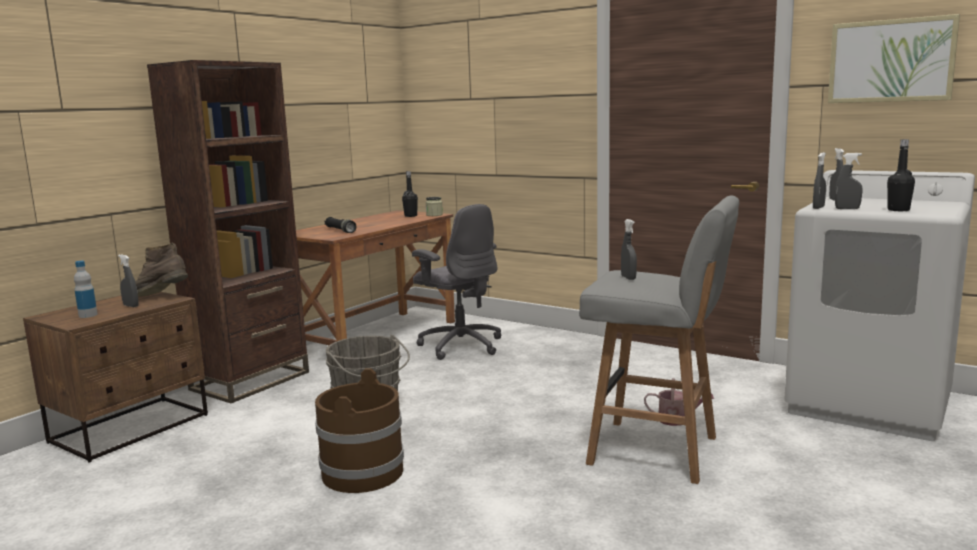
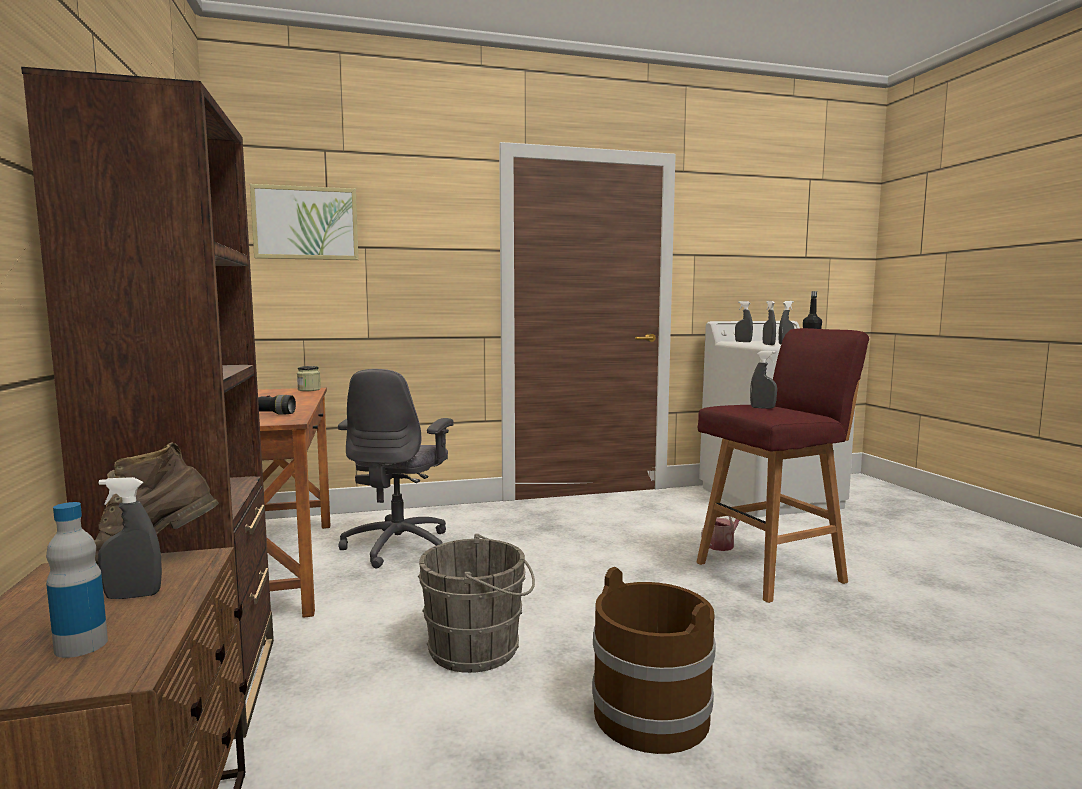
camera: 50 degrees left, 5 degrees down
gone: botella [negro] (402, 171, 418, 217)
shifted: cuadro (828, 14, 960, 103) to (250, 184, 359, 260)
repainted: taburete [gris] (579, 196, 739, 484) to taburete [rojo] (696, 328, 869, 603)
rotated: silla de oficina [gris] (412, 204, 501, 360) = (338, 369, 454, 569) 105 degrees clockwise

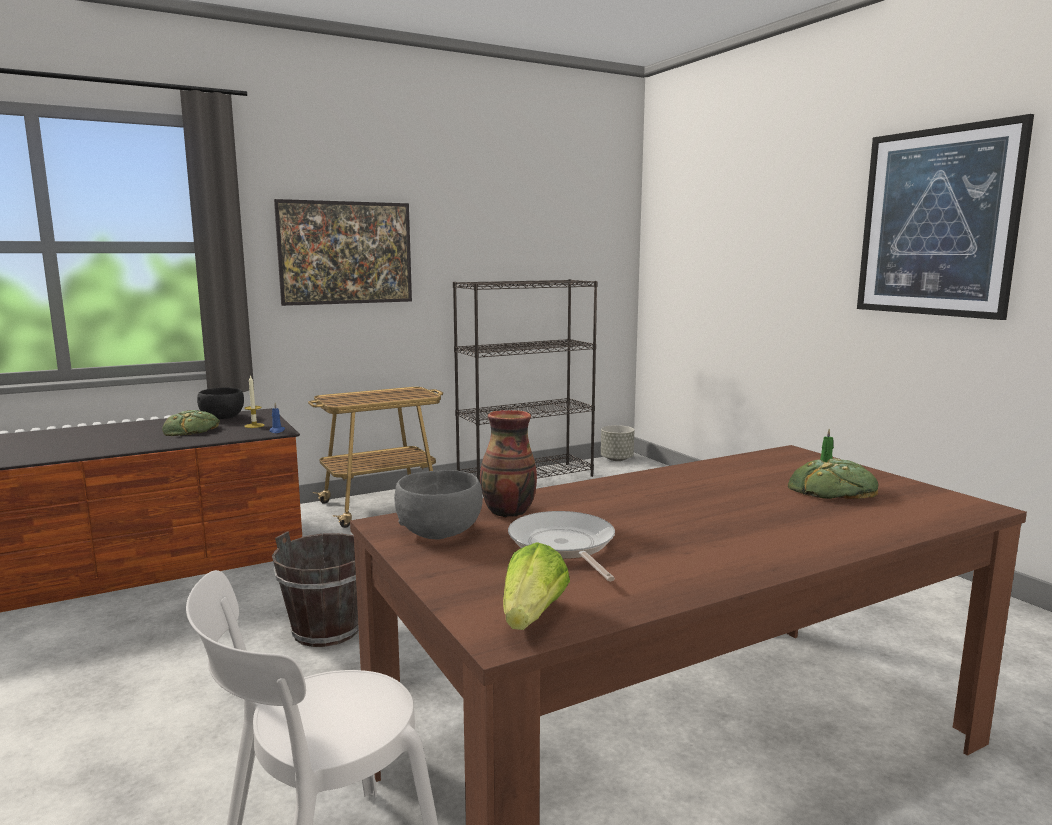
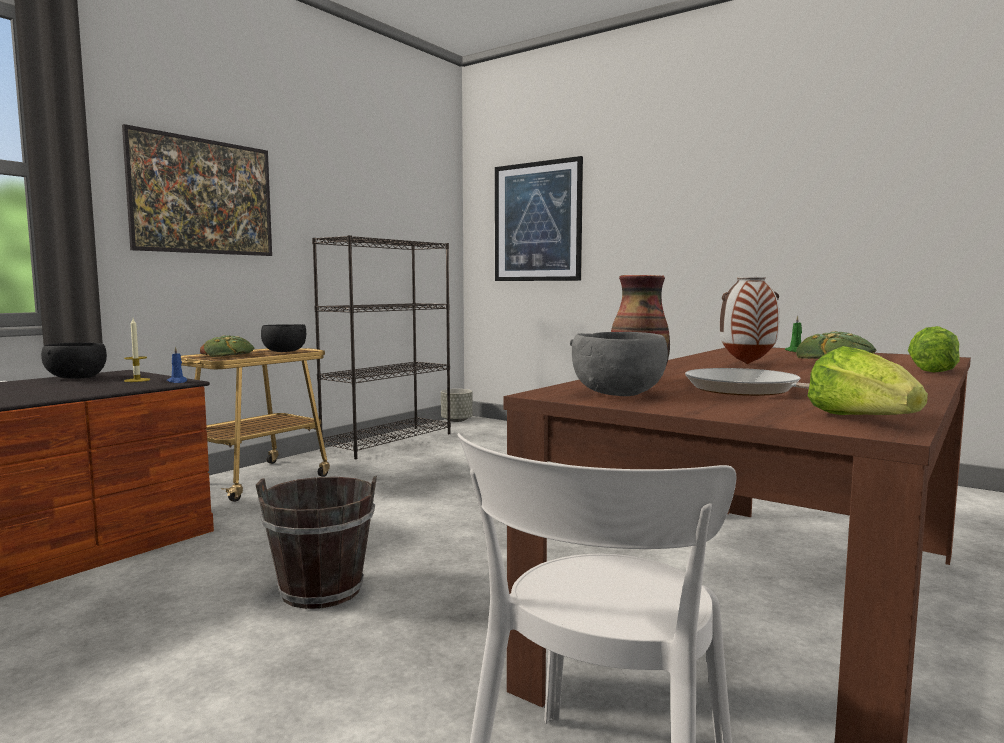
camera: 25 degrees left, 5 degrees down
new: cuenco [negro] (261, 324, 306, 352); florero (720, 277, 780, 364); lechuga (908, 326, 960, 372)
shifted: pan (162, 410, 220, 436) to (200, 335, 254, 357); cuadro (857, 114, 1034, 320) to (495, 156, 583, 281)

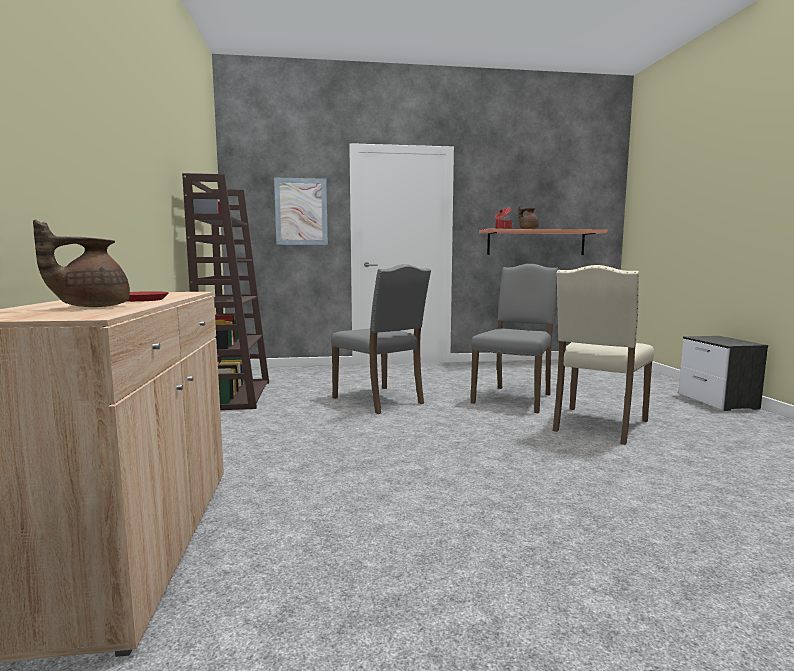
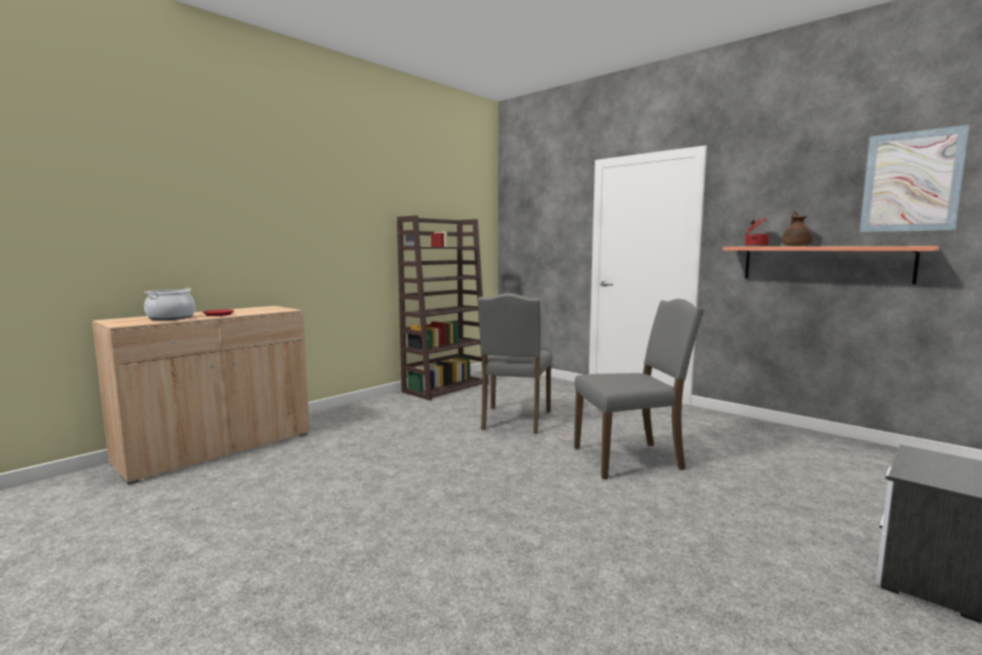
camera: 50 degrees right, 0 degrees up
gone: silla [beis] (553, 265, 654, 445)
shifted: cuadro (274, 178, 328, 245) to (860, 125, 970, 232)
swapped: tetera [marrón] (33, 219, 130, 307) to olla (144, 288, 195, 320)

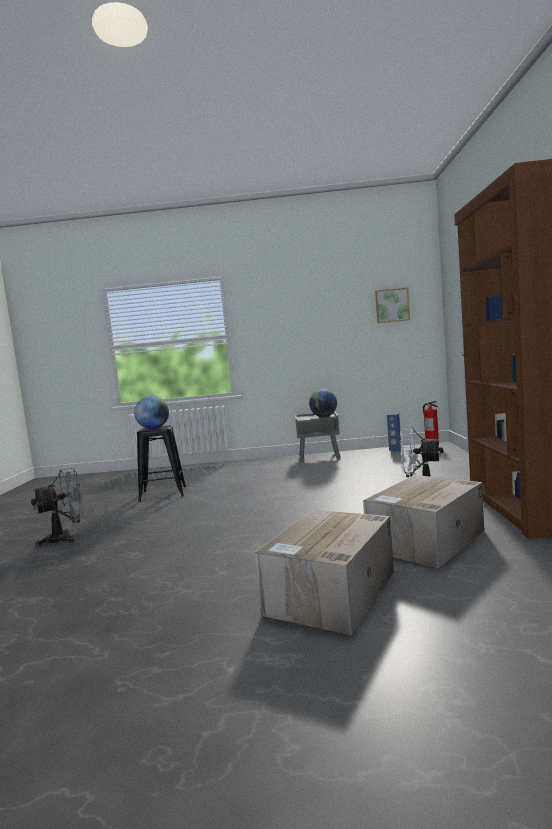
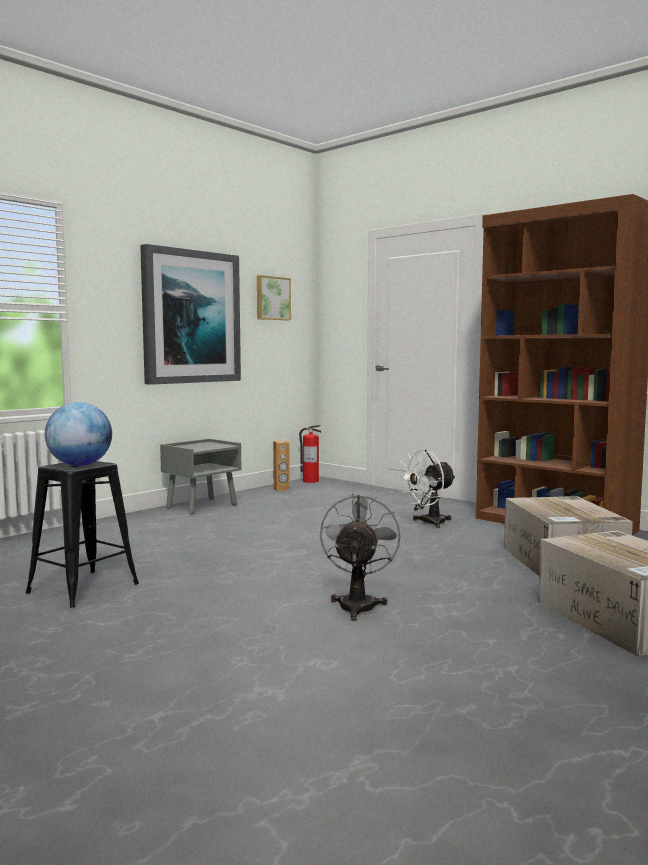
camera: 50 degrees left, 0 degrees up
gone: globo terráqueo (309, 389, 337, 417)
new: cuadro (140, 244, 241, 385)
shifted: ventilador [gris] (31, 468, 84, 546) to (320, 494, 401, 621)
repainted: altavoz [azul] (387, 413, 401, 451) to altavoz [marrón] (273, 441, 290, 491)

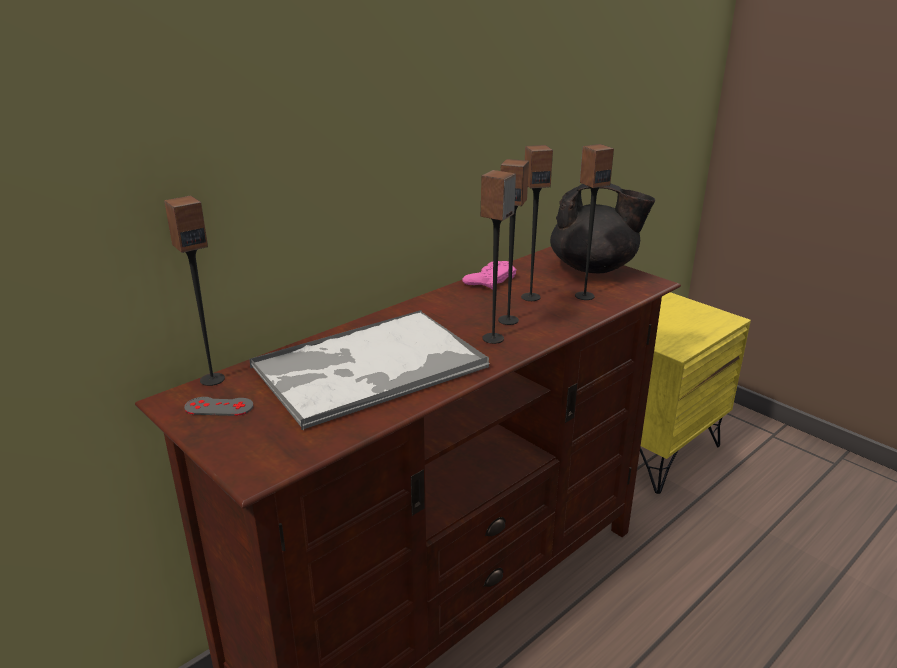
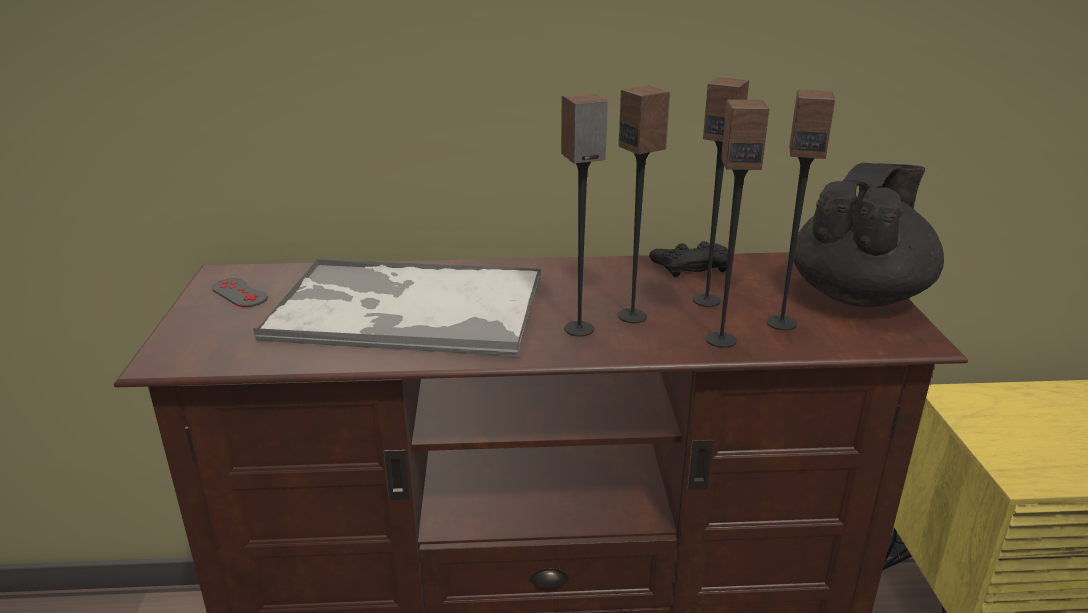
camera: 40 degrees right, 0 degrees up
shifted: altavoz (164, 196, 225, 386) to (706, 99, 769, 348)
repainted: mando de consola [rosa] (462, 261, 517, 290) to mando de consola [negro] (649, 241, 728, 277)
rotated: tetera [negro] (550, 183, 655, 273) = (794, 163, 944, 307) 105 degrees counterclockwise

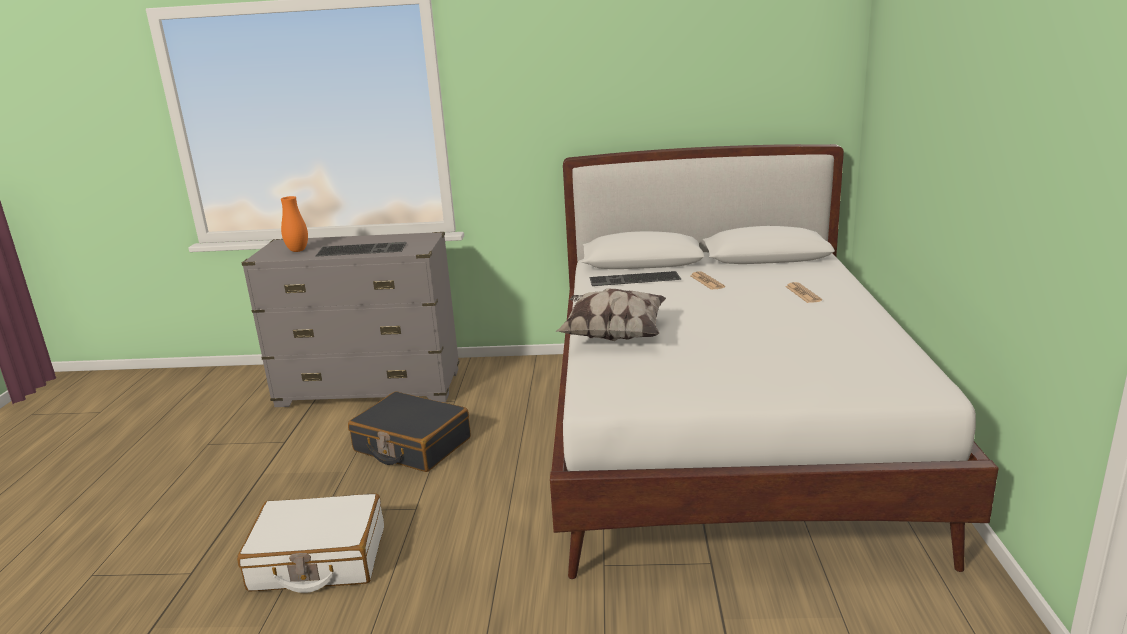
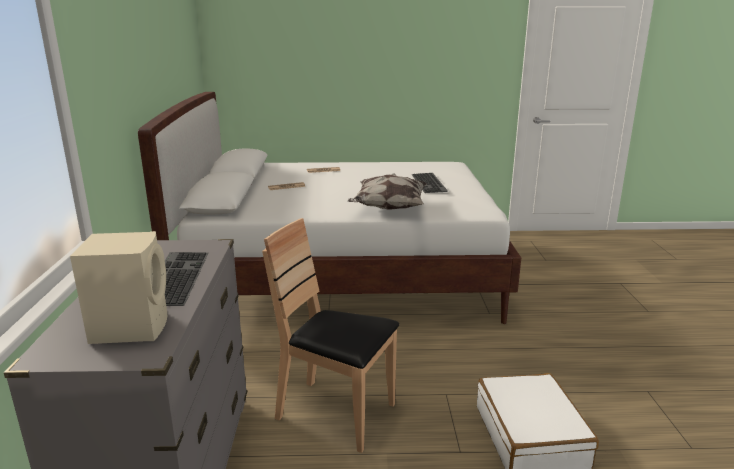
camera: 95 degrees left, 0 degrees up
shifted: teclado (590, 271, 681, 286) to (411, 173, 448, 193)
swapped: florero [naranja] (281, 196, 308, 252) to altavoz [beis] (70, 231, 167, 344); maleta [negro] (348, 391, 471, 472) to silla [marrón] (262, 218, 400, 453)

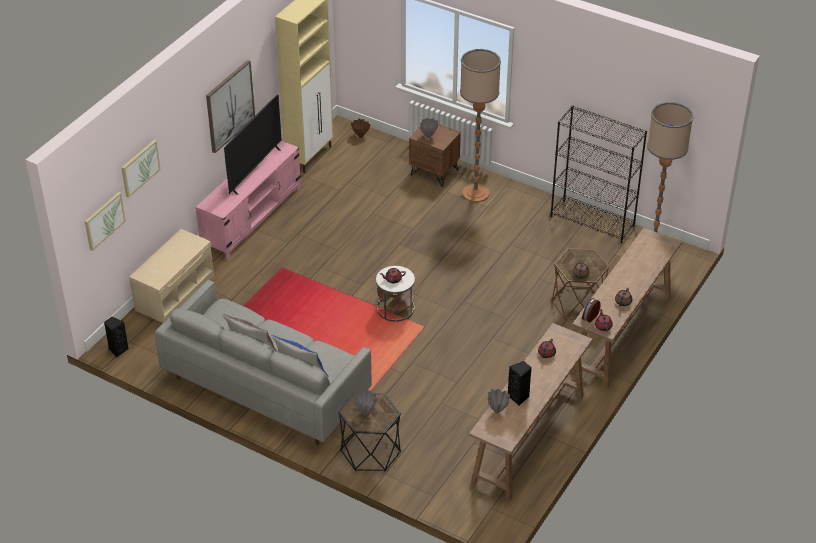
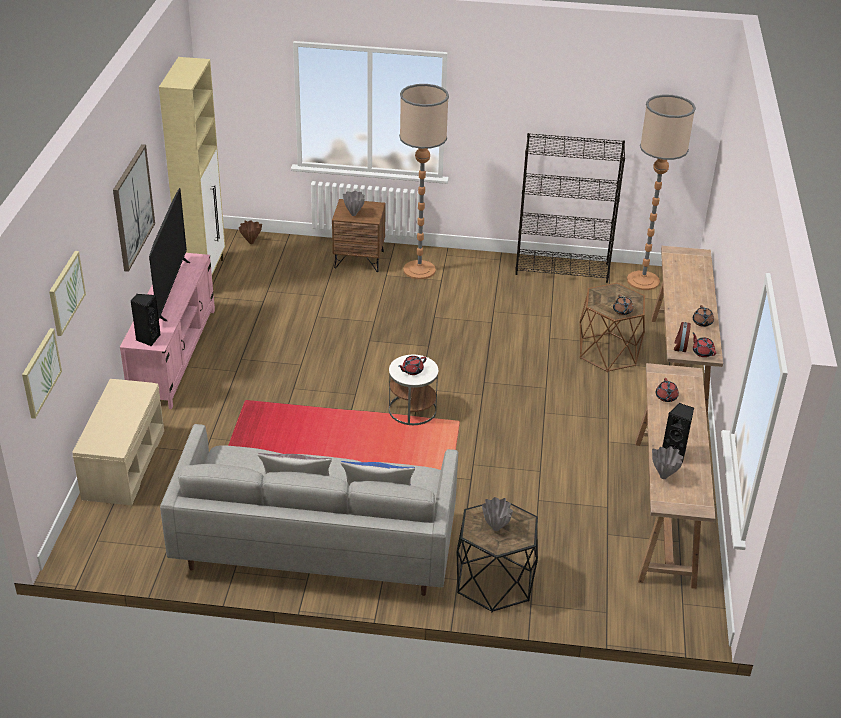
camera: 25 degrees left, 5 degrees down
shifted: altavoz [negro] (104, 317, 128, 358) to (131, 294, 161, 346)

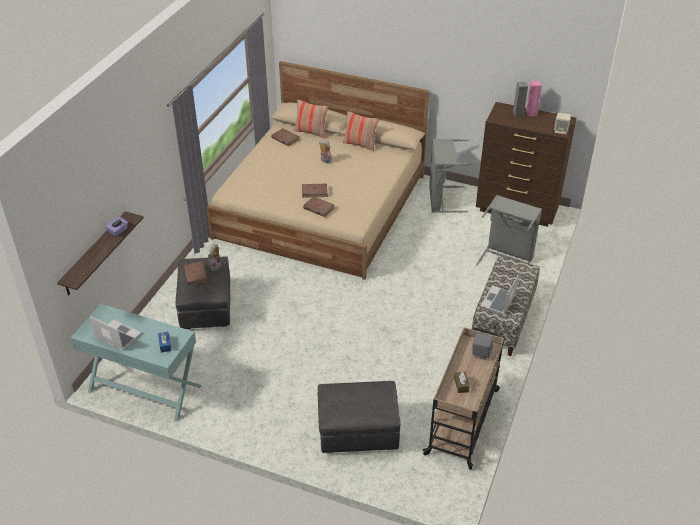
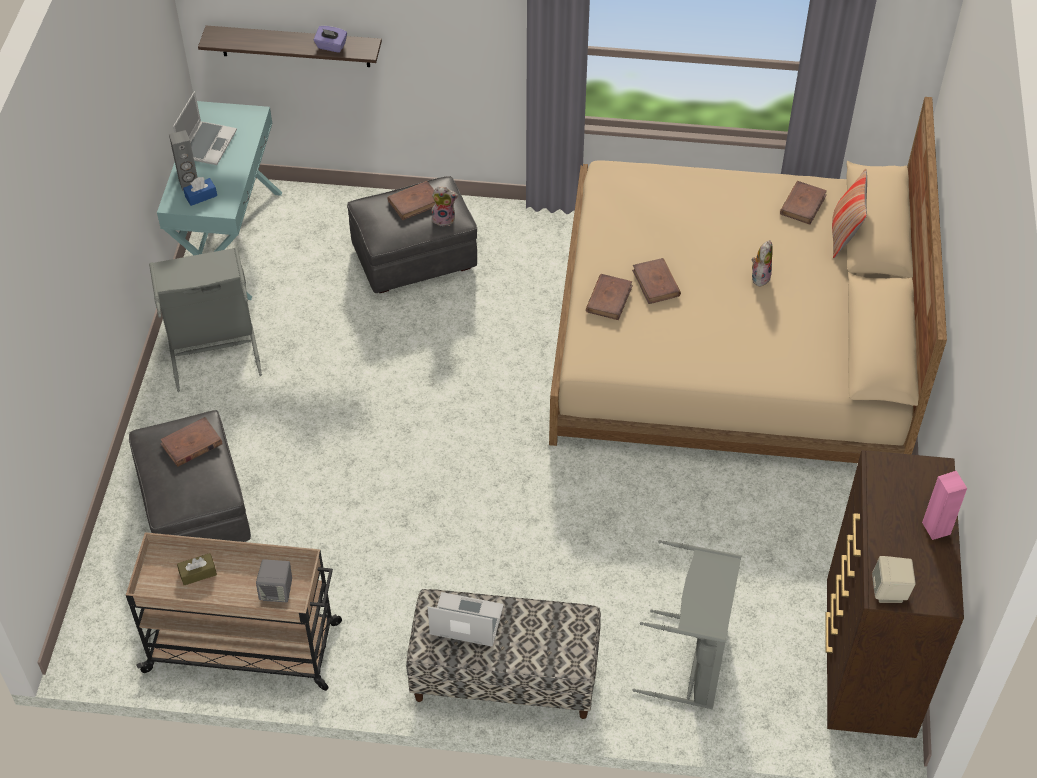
camera: 75 degrees right, 10 degrees up
gone: cojín (343, 111, 379, 151)
new: libro [marrón] (160, 417, 223, 467)
shifted: cesto de la ropa [gris] (429, 139, 473, 213) to (149, 247, 262, 392); altavoz [gris] (513, 82, 528, 117) to (169, 130, 198, 191)

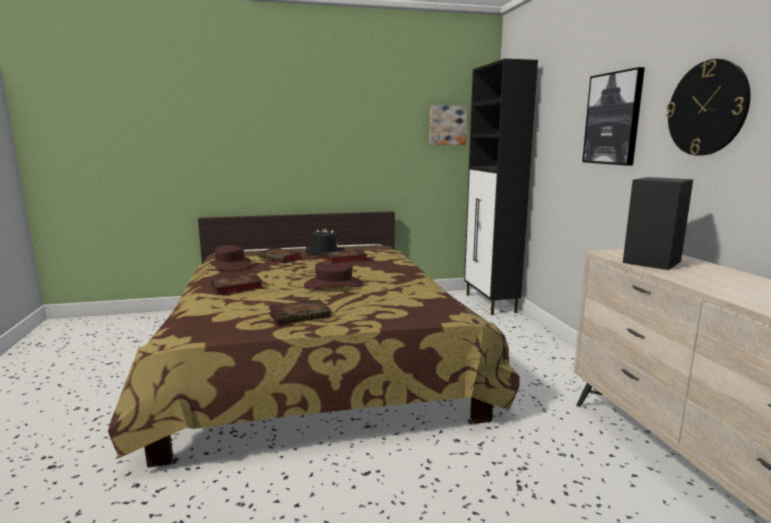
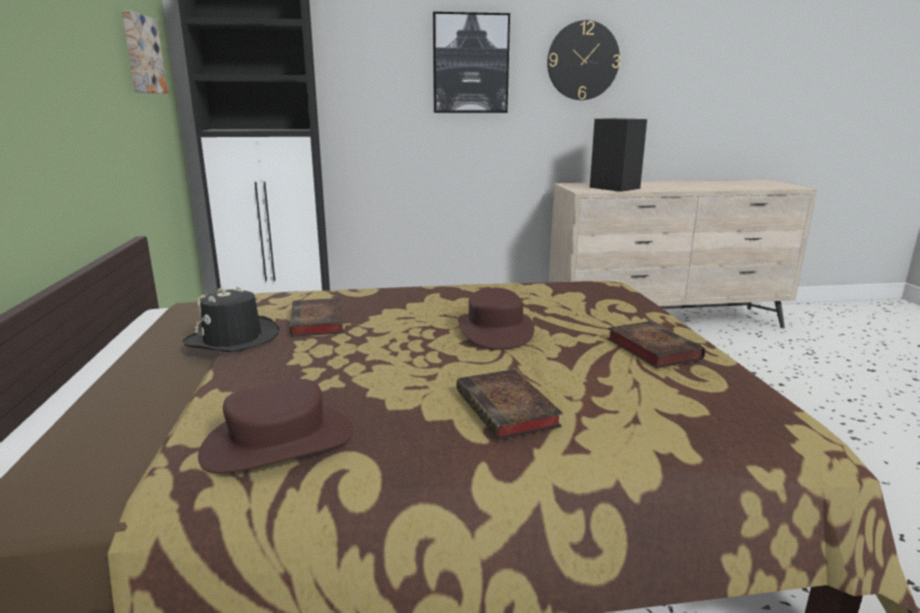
camera: 85 degrees left, 5 degrees up
gone: libro (258, 248, 302, 262)

